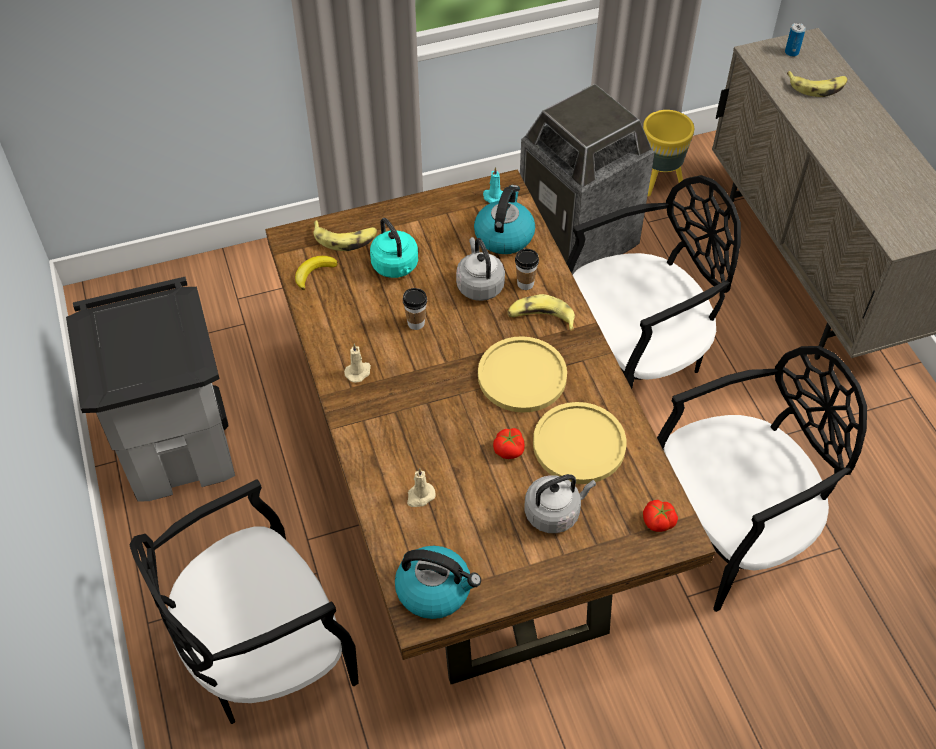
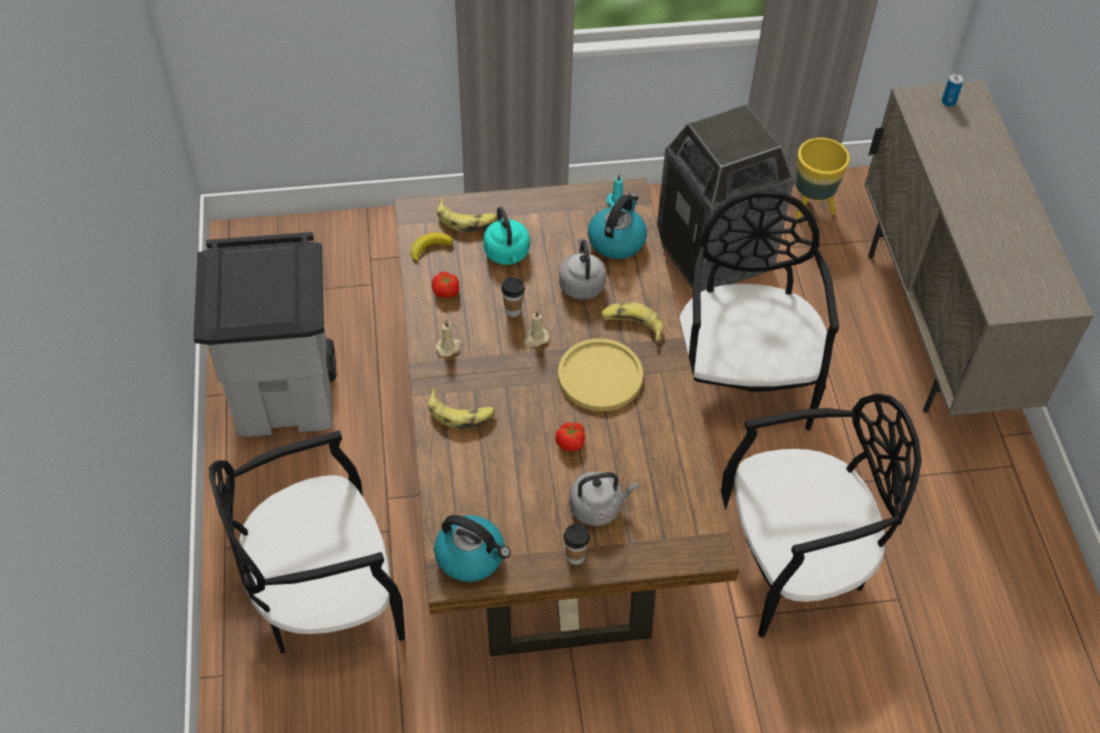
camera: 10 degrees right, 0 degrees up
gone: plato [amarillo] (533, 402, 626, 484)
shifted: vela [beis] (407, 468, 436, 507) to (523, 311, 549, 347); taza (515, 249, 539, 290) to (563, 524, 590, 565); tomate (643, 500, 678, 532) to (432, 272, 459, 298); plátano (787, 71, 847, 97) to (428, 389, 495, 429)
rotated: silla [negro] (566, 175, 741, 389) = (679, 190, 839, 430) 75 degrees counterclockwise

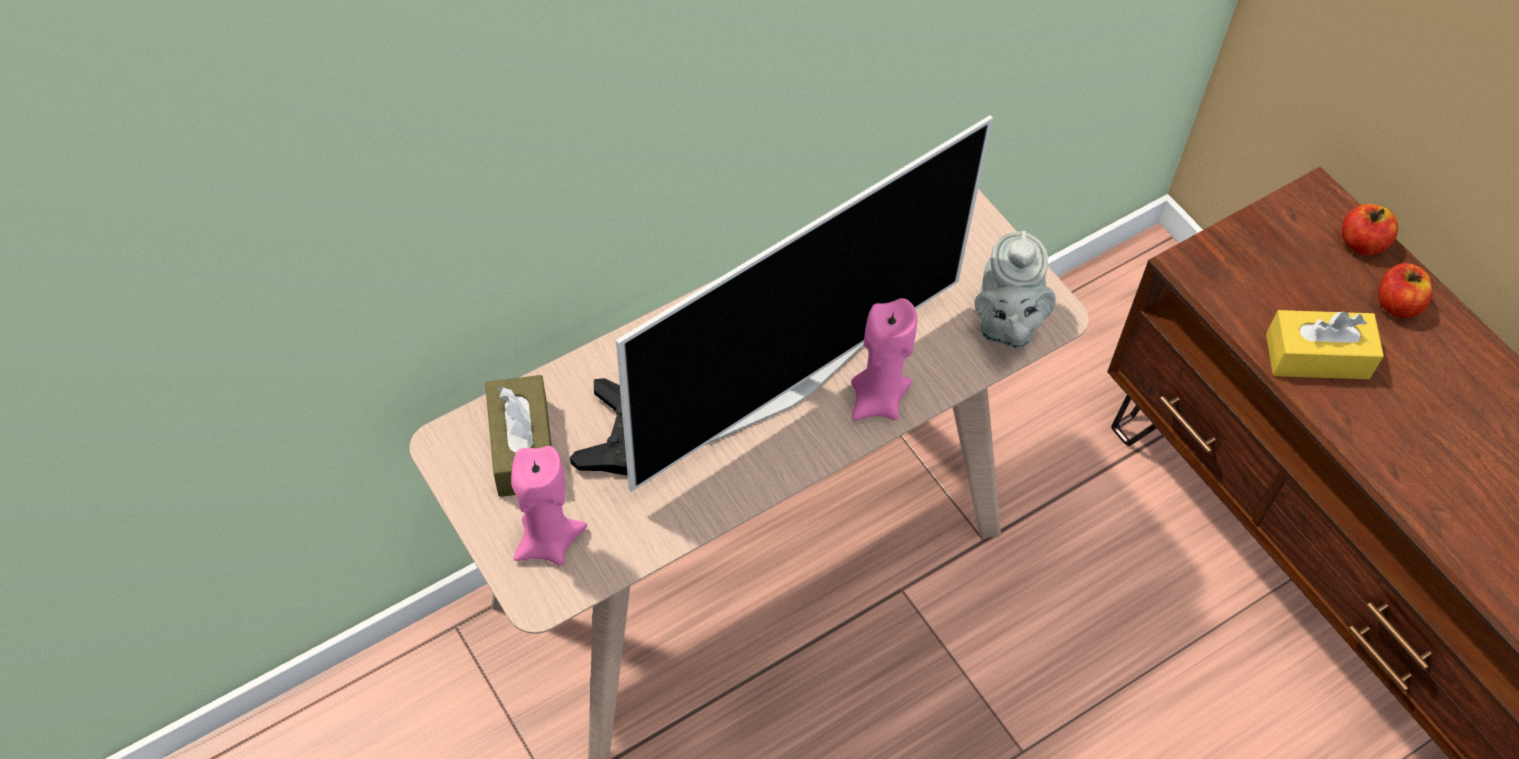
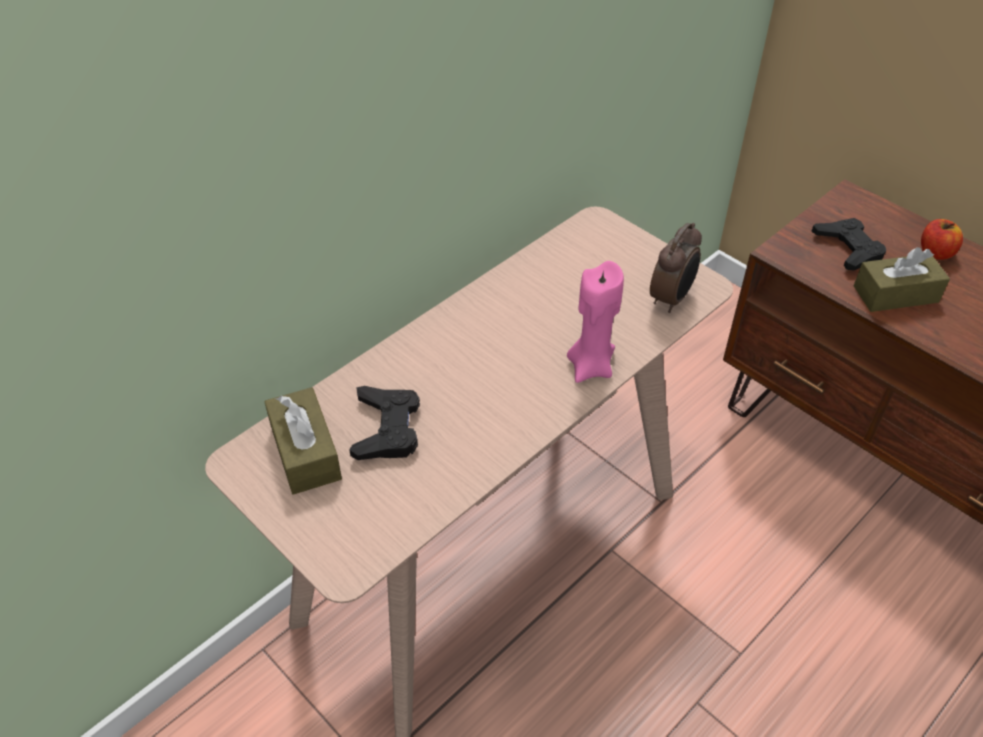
camera: 10 degrees left, 10 degrees down
gone: vela [rosa] (511, 446, 587, 566); televisor (616, 115, 993, 492); manzana (1342, 204, 1398, 255)
new: mando de consola [negro] (811, 218, 886, 271)
swapped: tetera [gris] (974, 231, 1056, 348) to despertador (650, 223, 702, 313)
repainted: caja de pañuelos [amarillo] (1266, 310, 1384, 379) to caja de pañuelos [marrón] (854, 247, 950, 312)

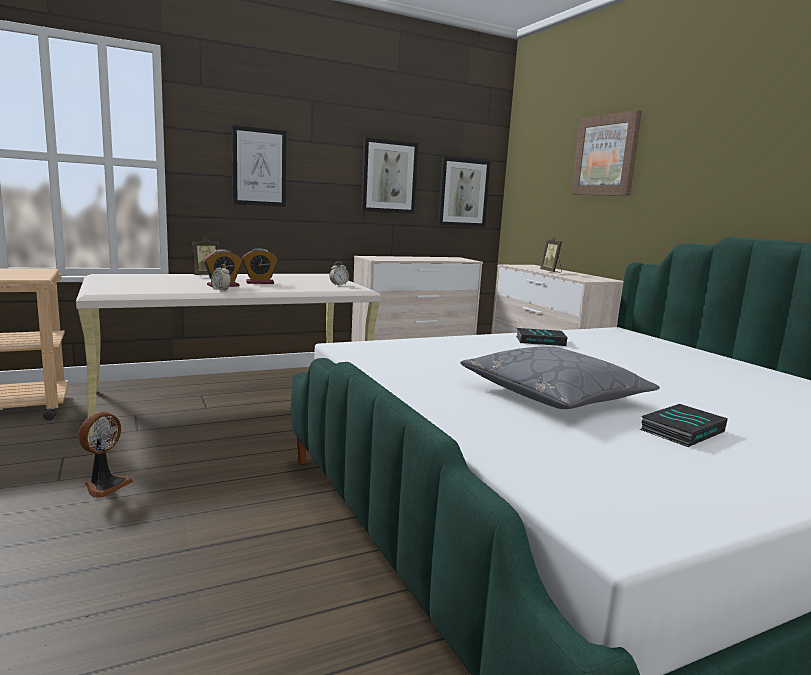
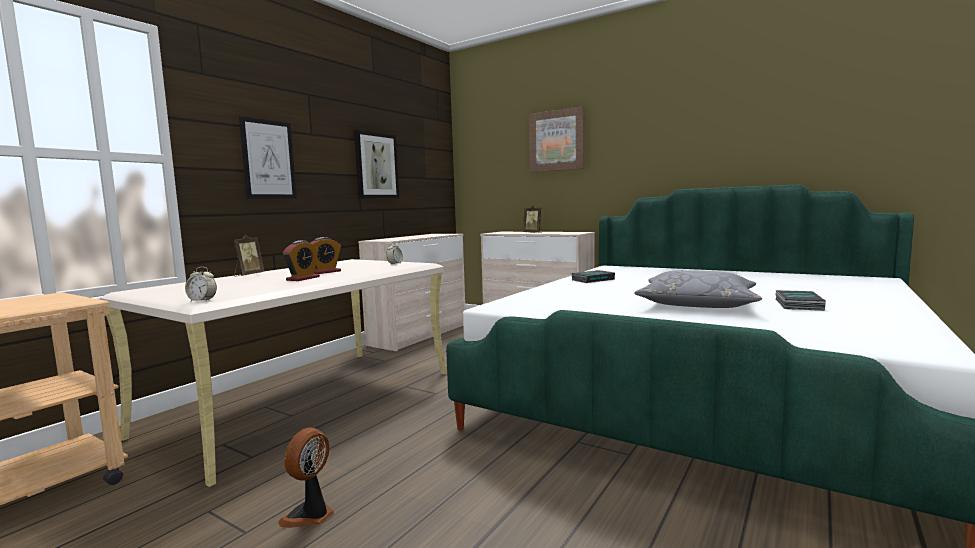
camera: 30 degrees left, 5 degrees down
gone: cuadro (438, 157, 490, 227)
shifted: despertador (211, 264, 231, 292) to (185, 267, 217, 301)
rotated: ventilador (78, 412, 133, 498) = (278, 427, 334, 528) 150 degrees counterclockwise

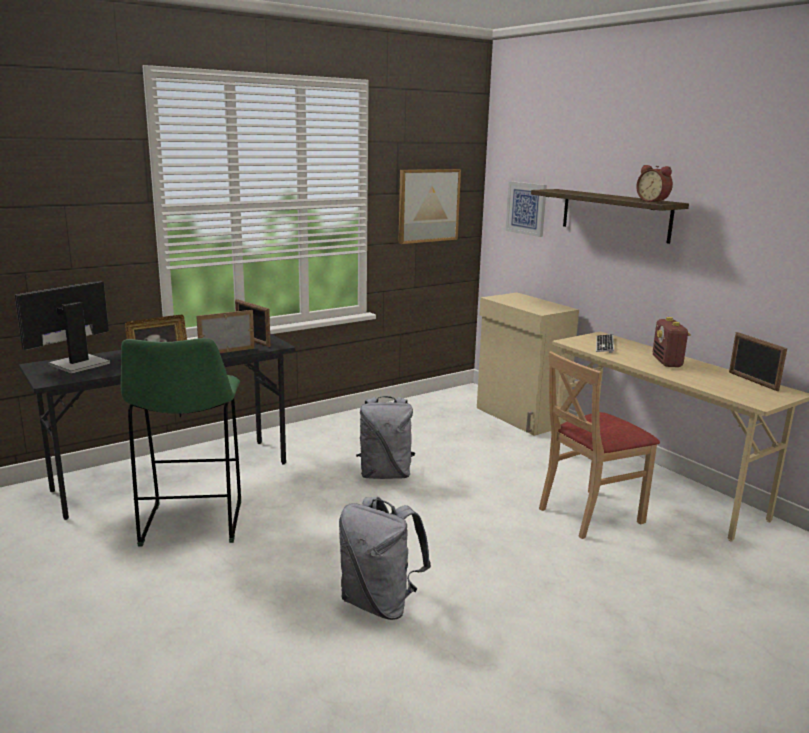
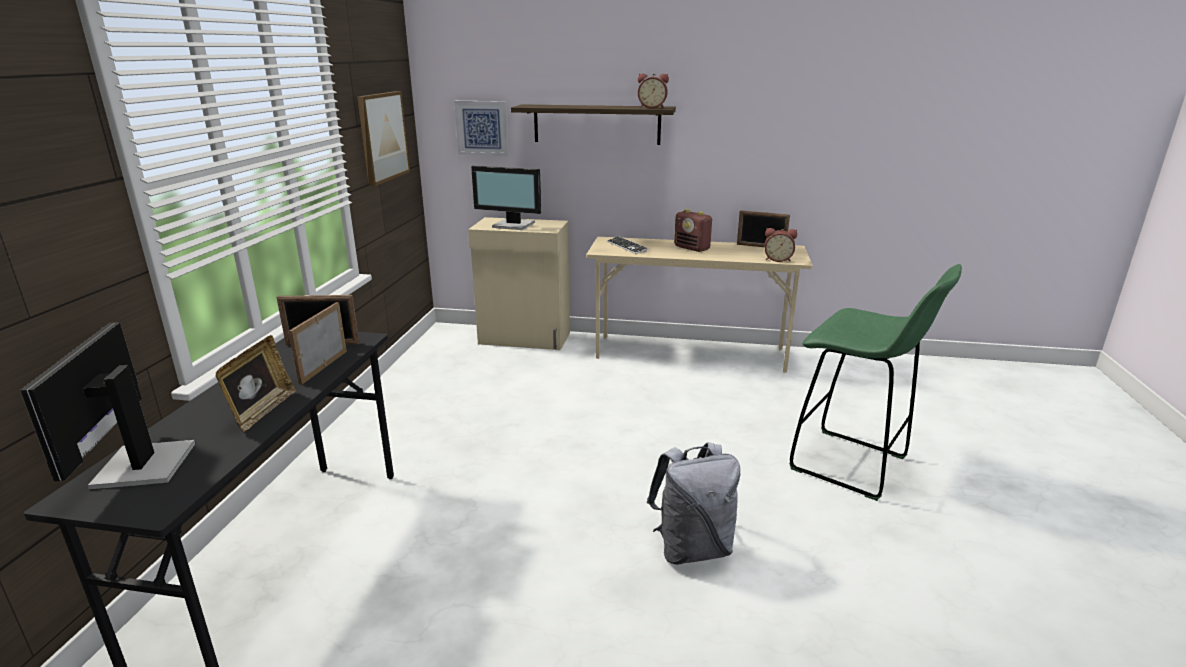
camera: 45 degrees left, 5 degrees up
gone: mochila [gris] (356, 396, 415, 479); silla [beis] (539, 351, 660, 539)
new: monitor (471, 165, 541, 230); despertador (765, 228, 797, 262)
shifted: taburete [verde] (121, 338, 241, 547) to (789, 264, 962, 501)

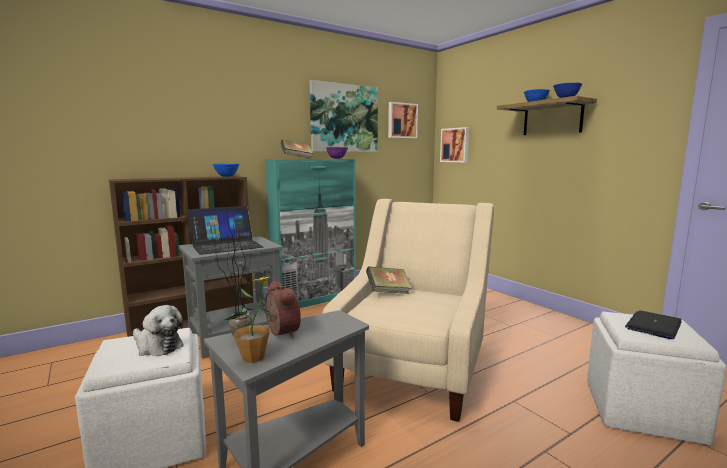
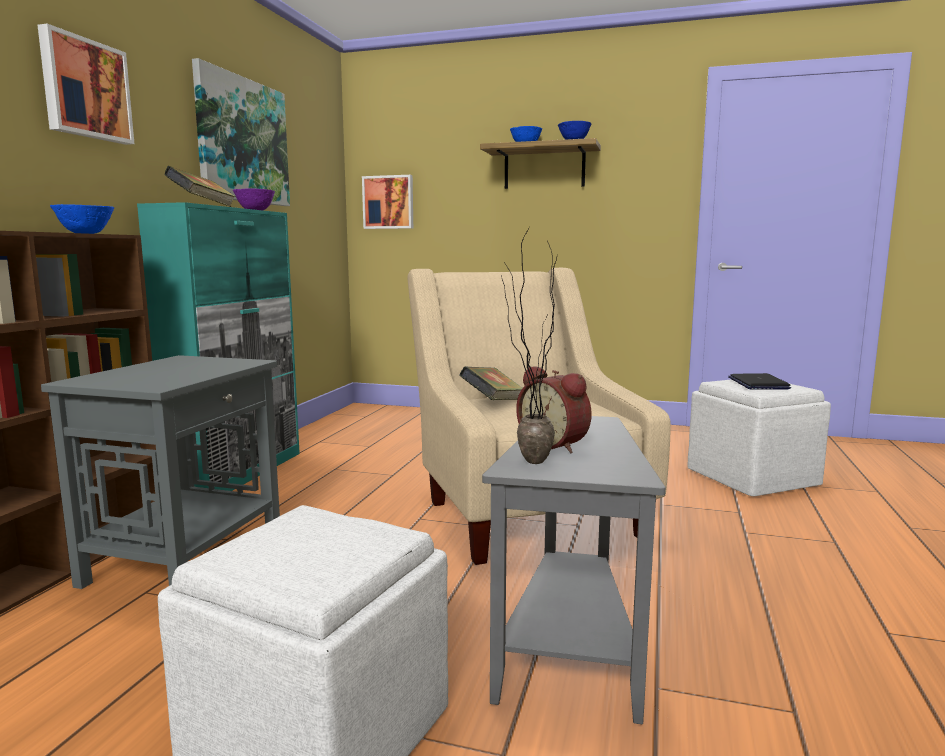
camera: 40 degrees left, 0 degrees up
gone: peluche (133, 305, 184, 356); portátil (188, 206, 264, 255); planta en maceta (225, 276, 275, 363)
shifted: cuadro (388, 102, 418, 139) to (38, 24, 134, 145)
rotated: despertador (265, 281, 301, 338) = (516, 366, 592, 453) 150 degrees counterclockwise

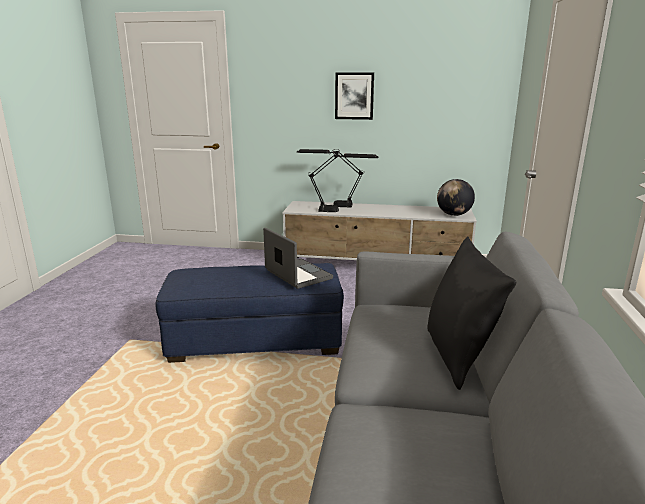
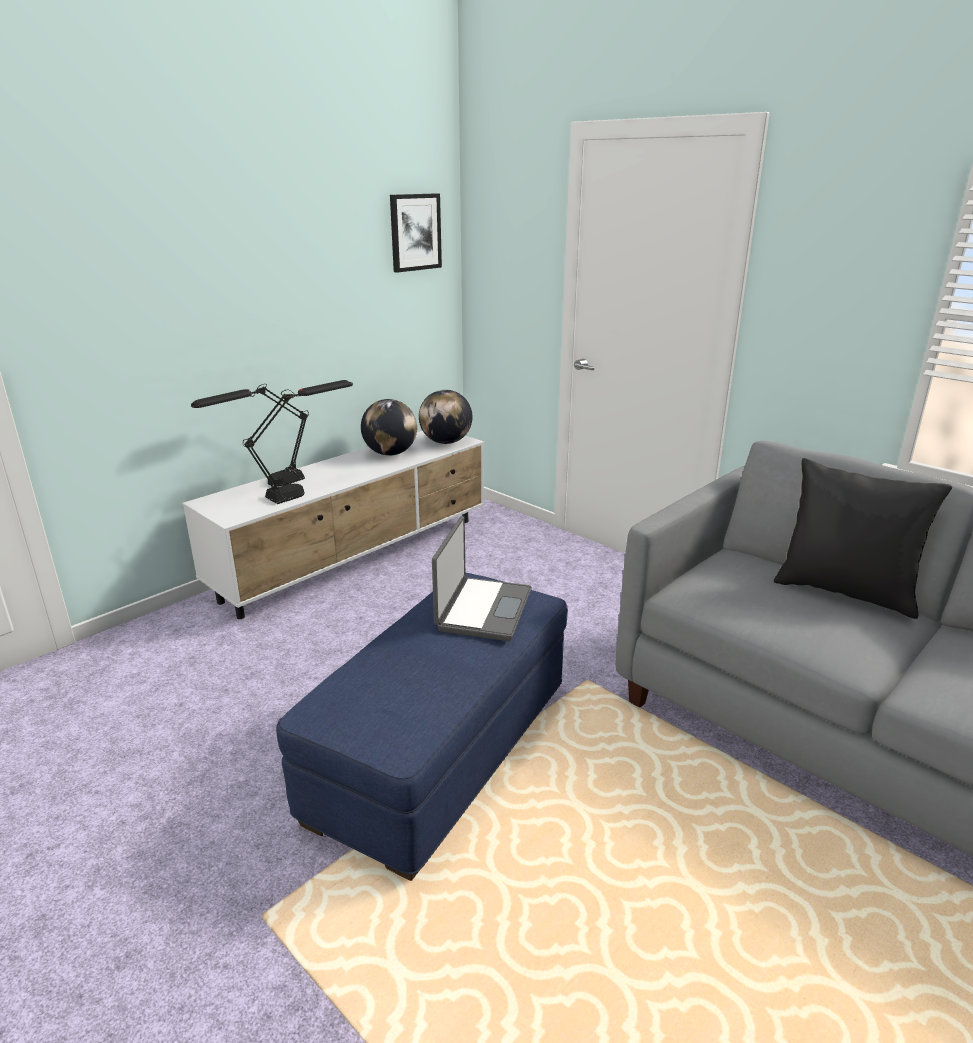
camera: 55 degrees left, 5 degrees up
new: globo terráqueo (361, 399, 417, 455)
shifted: cuadro (335, 72, 374, 120) to (390, 193, 442, 273)
rotated: portátil (263, 228, 333, 289) = (432, 516, 532, 641) 105 degrees clockwise

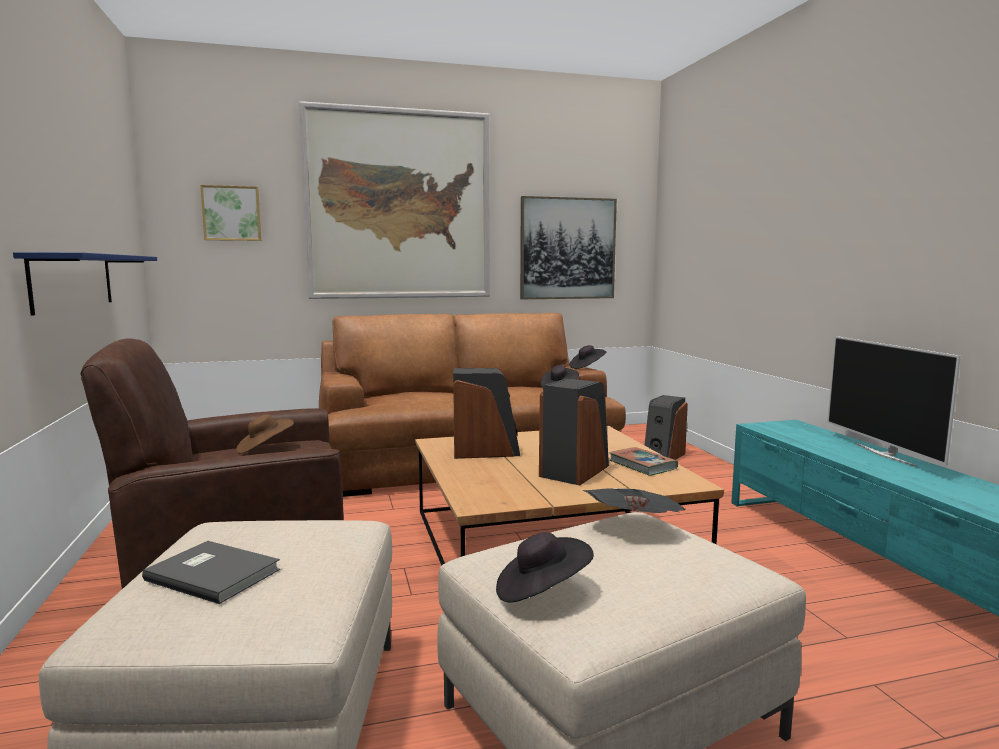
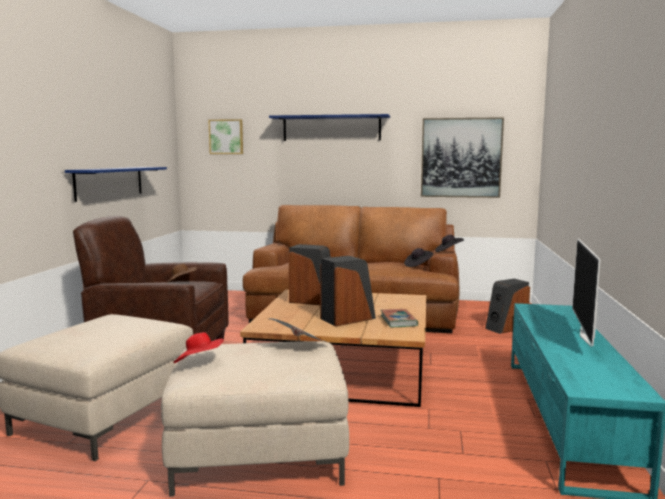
camera: 25 degrees right, 0 degrees up
gone: libro [gris] (142, 541, 280, 604)
swapped: cuadro (299, 101, 490, 299) to estante [azul] (269, 114, 390, 141)
repainted: sombrero [negro] (496, 532, 594, 602) to sombrero [rojo] (173, 332, 224, 363)

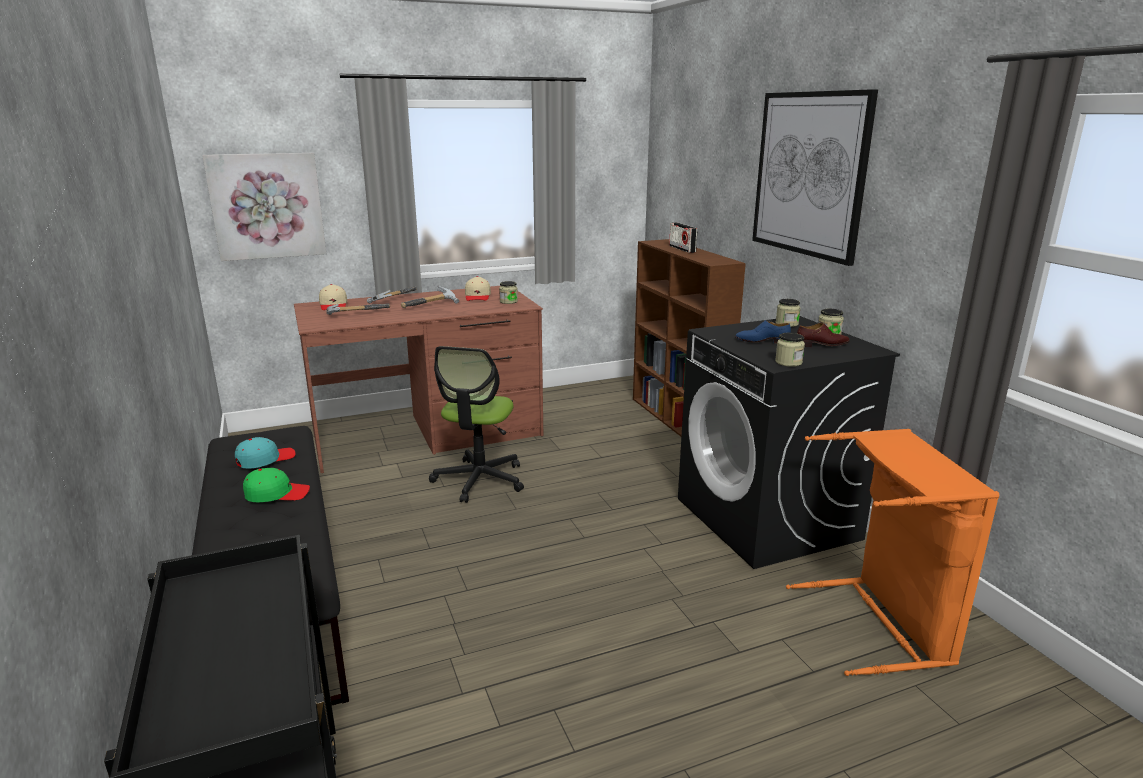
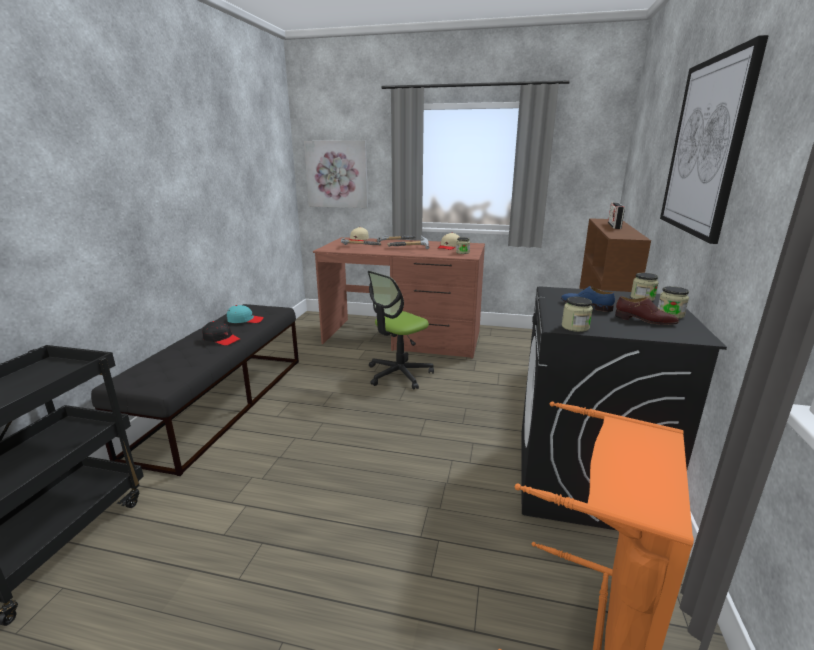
camera: 35 degrees right, 0 degrees up
repainted: gorra [verde] (243, 468, 310, 502) to gorra [negro] (202, 321, 240, 345)

